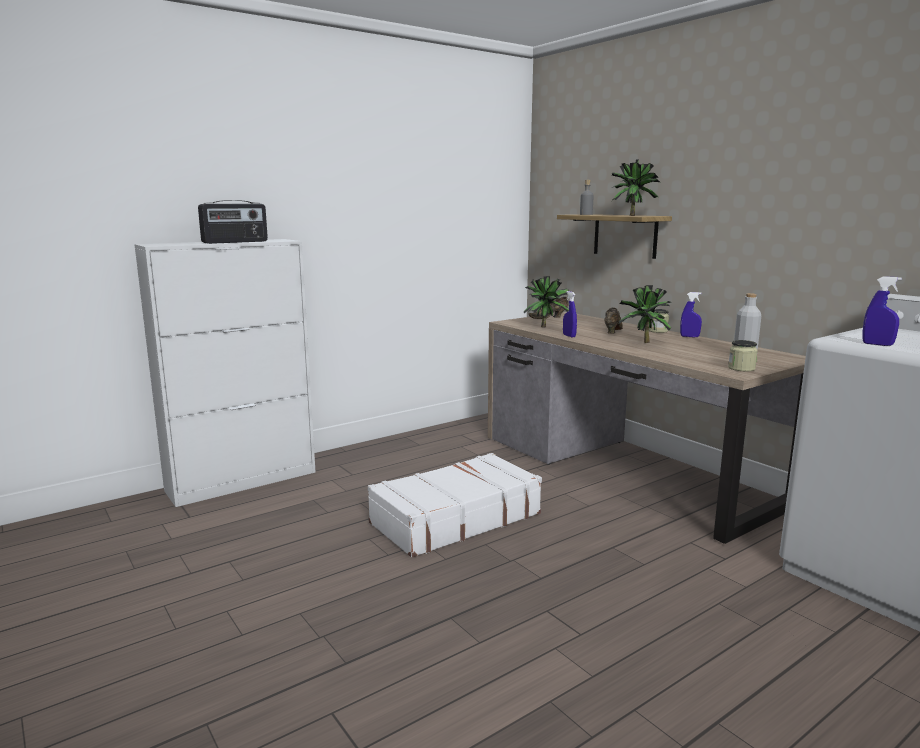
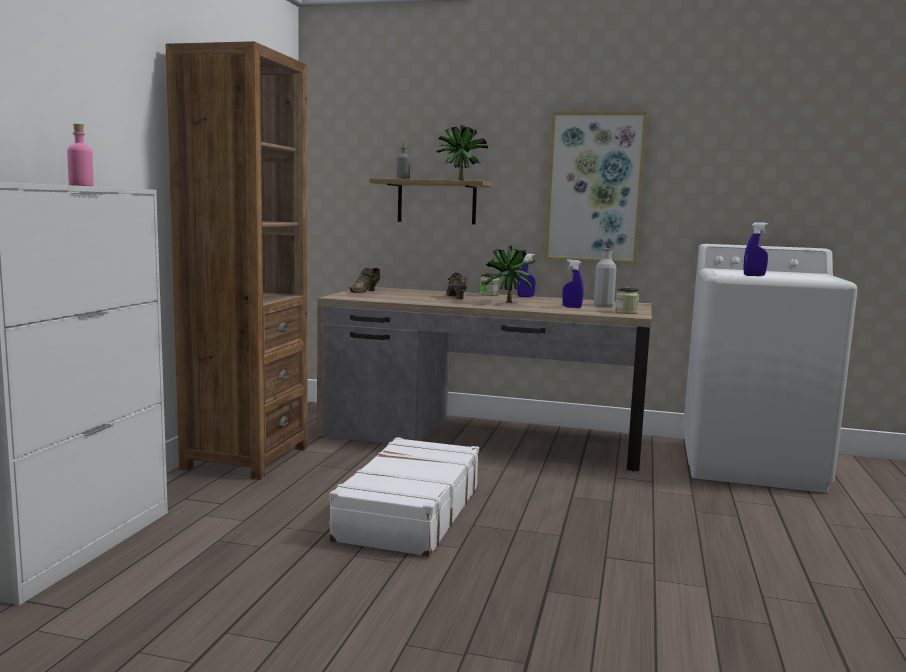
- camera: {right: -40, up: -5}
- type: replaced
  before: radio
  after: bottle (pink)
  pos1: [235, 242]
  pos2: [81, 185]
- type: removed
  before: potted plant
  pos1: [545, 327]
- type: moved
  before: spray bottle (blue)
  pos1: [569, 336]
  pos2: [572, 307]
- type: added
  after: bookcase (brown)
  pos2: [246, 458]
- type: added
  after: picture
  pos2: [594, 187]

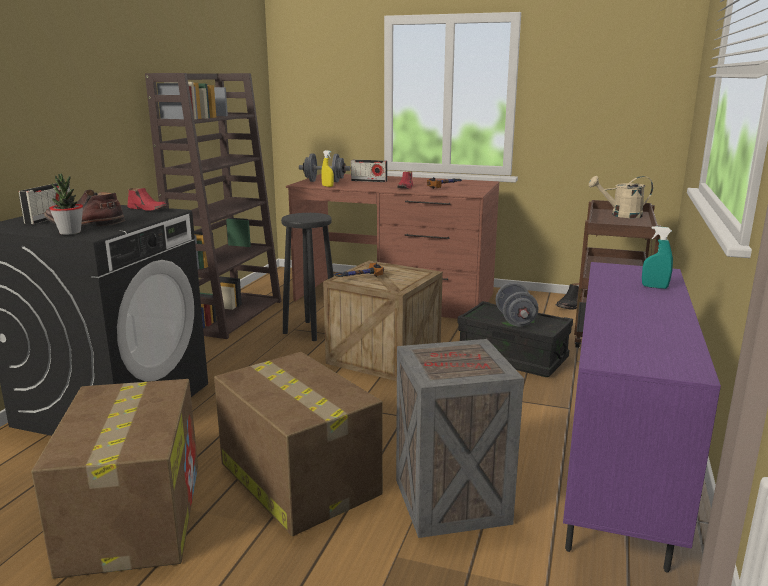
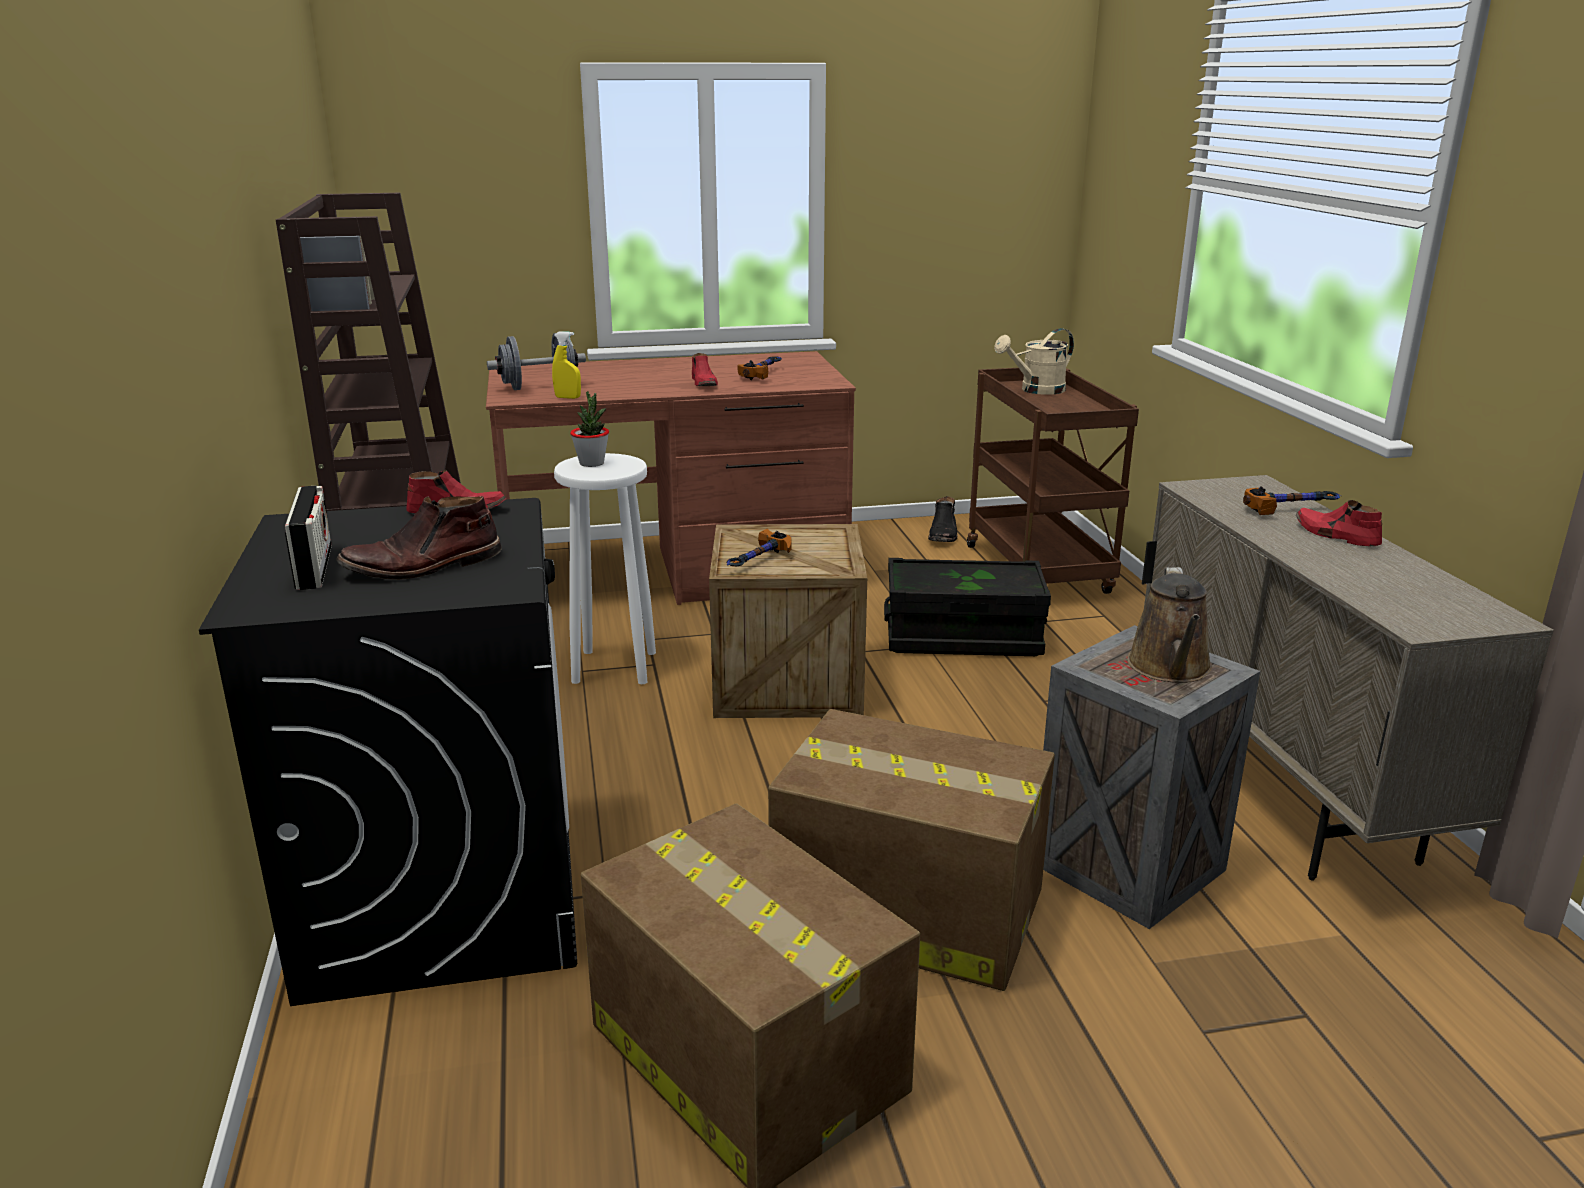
- camera: {right: -30, up: 5}
- type: moved
  before: potted plant
  pos1: [70, 233]
  pos2: [592, 463]
- type: recoloured
  before: stool (black)
  after: stool (white)
  pos1: [310, 330]
  pos2: [613, 667]
- type: removed
  before: radio
  pos1: [369, 181]
- type: removed
  before: dumbbell (grey)
  pos1: [515, 320]
- type: recoloured
  before: cabinet (purple)
  after: cabinet (beige)
  pos1: [615, 493]
  pos2: [1281, 791]
- type: replaced
  before: spray bottle (turquoise)
  after: hammer
  pos1: [654, 287]
  pos2: [1290, 509]
- type: added
  after: watering can (brown)
  pos2: [1170, 668]
- type: added
  after: shoe (red)
  pos2: [1335, 535]

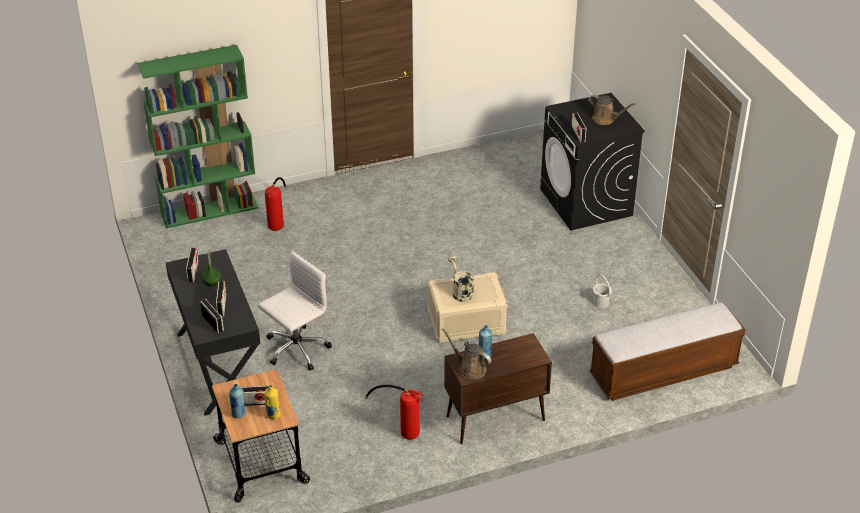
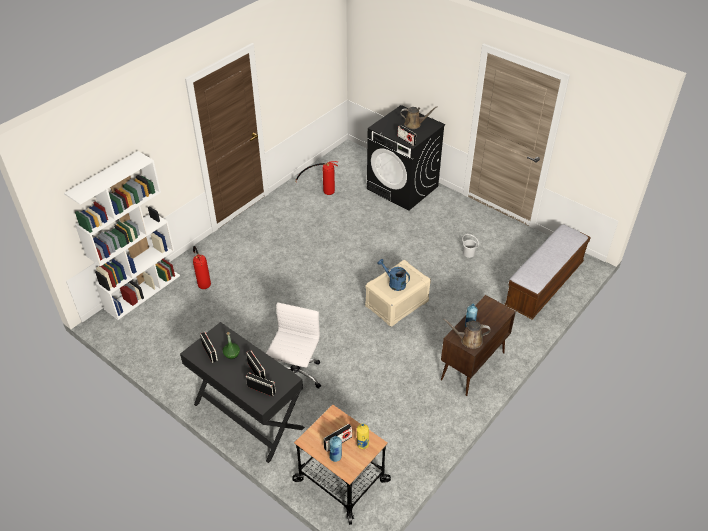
- camera: {right: -30, up: 5}
- type: recoloured
  before: bookcase (green)
  after: bookcase (white)
  pos1: [210, 210]
  pos2: [142, 291]
- type: moved
  before: fire extinguisher
  pos1: [401, 428]
  pos2: [322, 191]
- type: recoloured
  before: watering can (beige)
  after: watering can (blue)
  pos1: [461, 292]
  pos2: [394, 283]

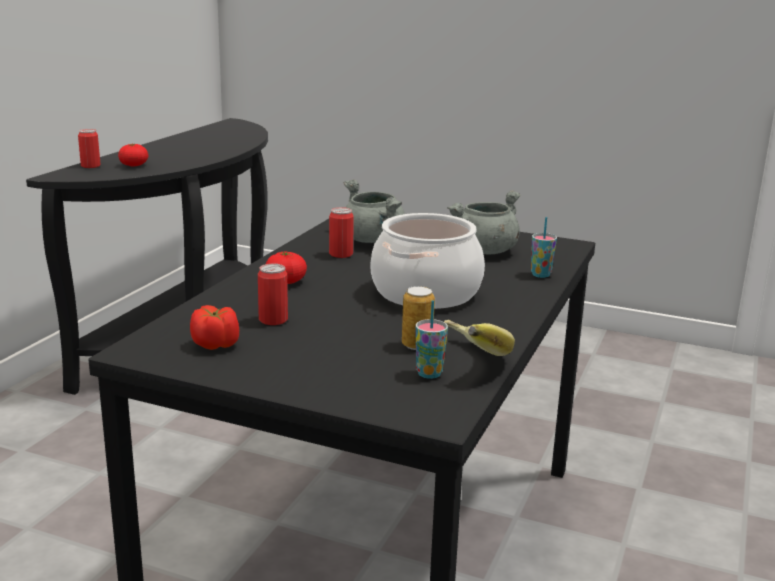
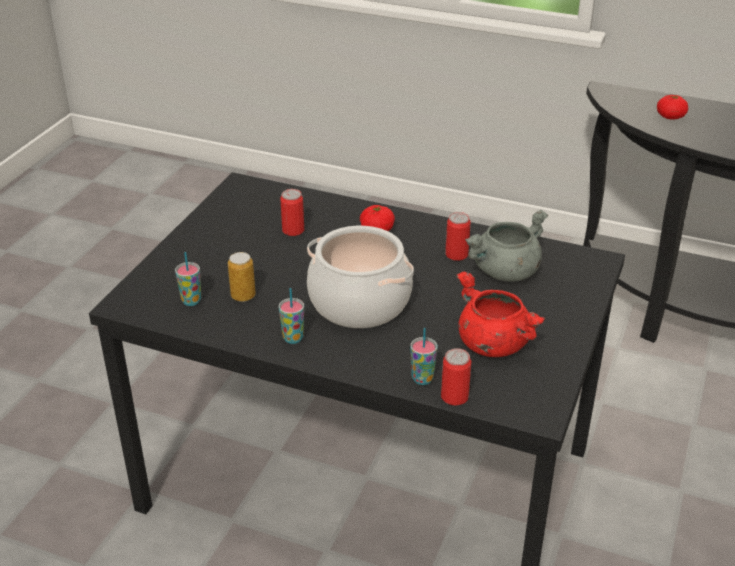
- camera: {right: 90, up: 15}
- type: moved
  before: can
  pos1: [90, 166]
  pos2: [454, 397]
- type: removed
  before: tomato
  pos1: [216, 345]
- type: removed
  before: banana
  pos1: [468, 359]
- type: recoloured
  before: cooking pot (grey)
  after: cooking pot (red)
  pos1: [484, 251]
  pos2: [492, 344]
- type: added
  after: cup
  pos2: [293, 338]

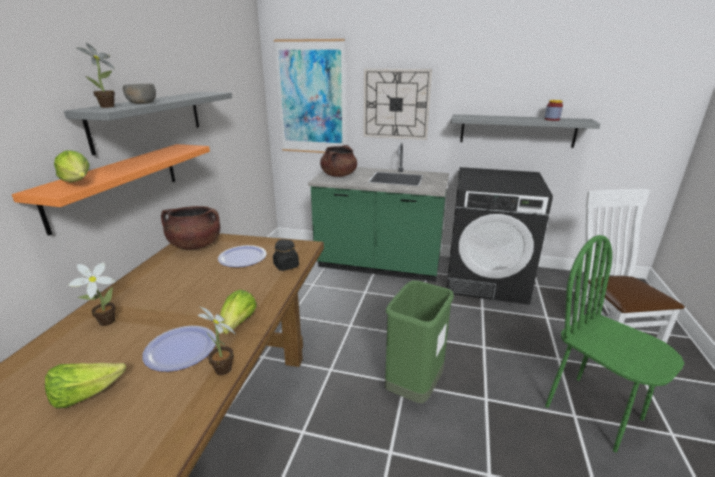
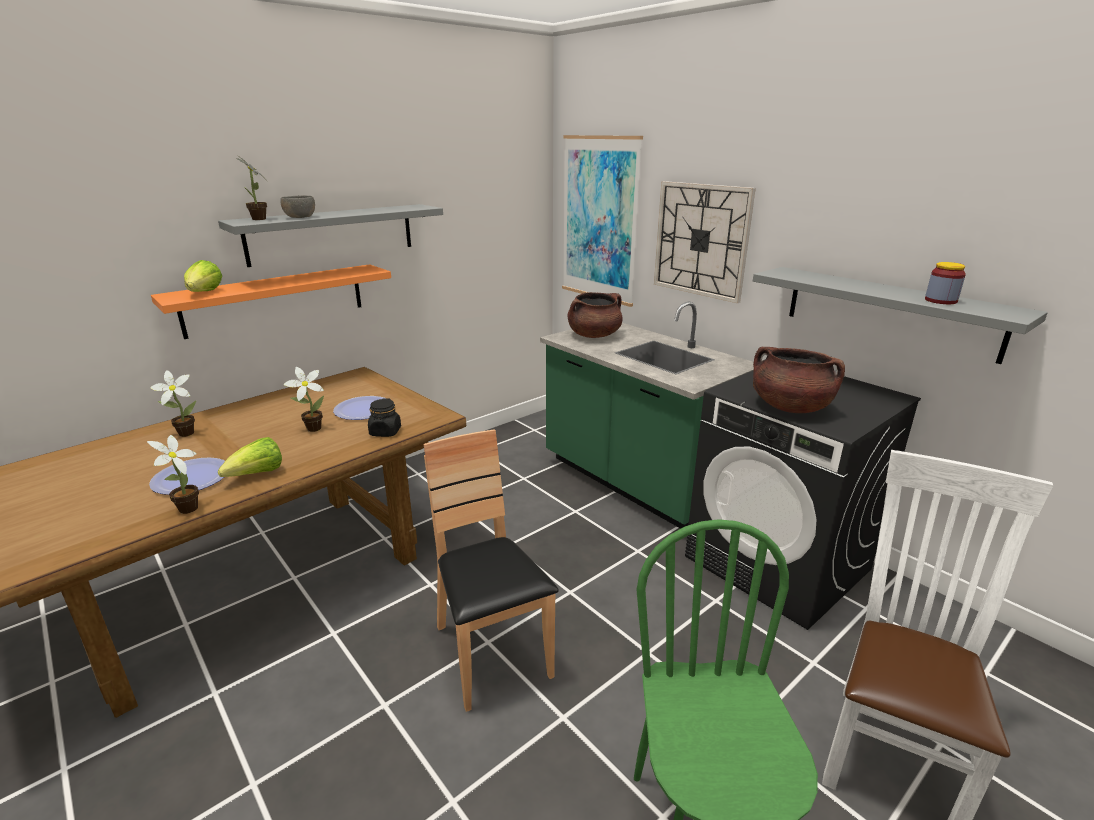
- camera: {right: 35, up: 0}
- type: removed
  before: lettuce
  pos1: [86, 395]
- type: moved
  before: cooking pot (brown)
  pos1: [195, 245]
  pos2: [790, 407]
- type: replaced
  before: trash can (green)
  after: chair (brown)
  pos1: [413, 388]
  pos2: [491, 653]
- type: added
  after: potted plant
  pos2: [311, 429]

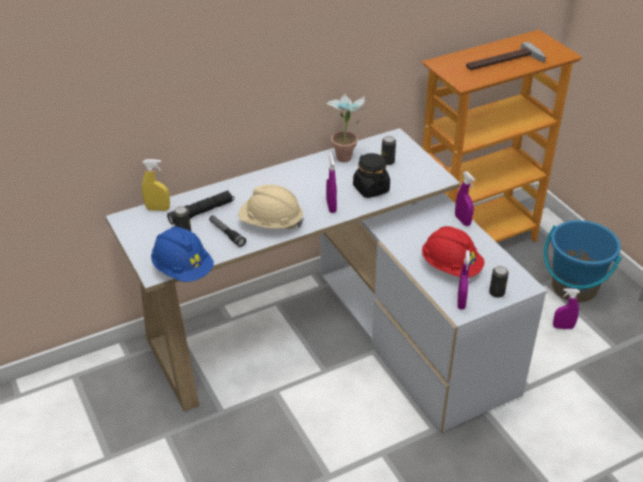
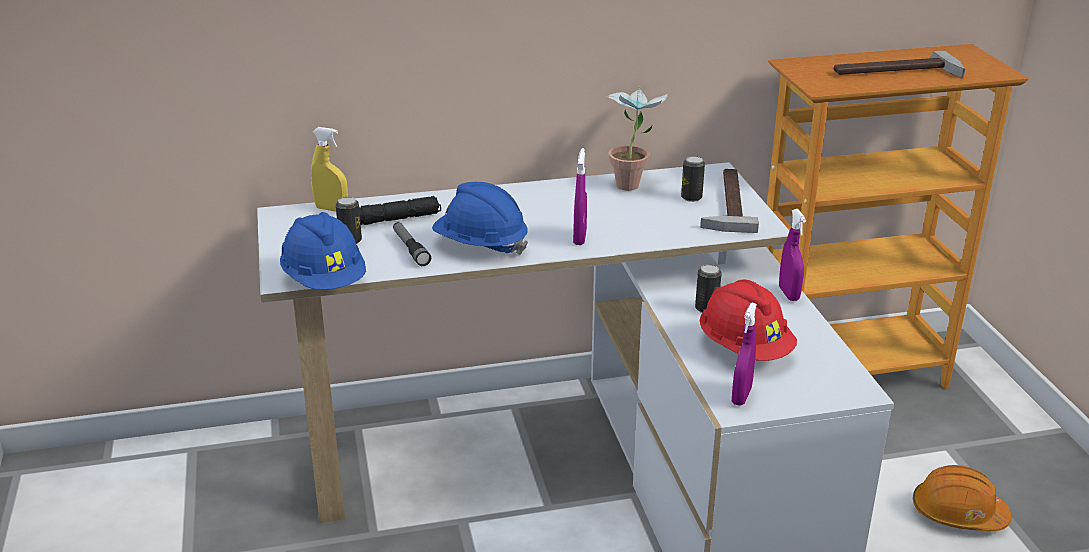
- camera: {right: 15, up: -10}
- type: recoloured
  before: hard hat (beige)
  after: hard hat (blue)
  pos1: [271, 223]
  pos2: [480, 245]
- type: removed
  before: jar (black)
  pos1: [371, 189]
- type: moved
  before: can
  pos1: [496, 293]
  pos2: [706, 308]
- type: removed
  before: bucket (blue)
  pos1: [574, 287]
- type: replaced
  before: spray bottle (purple)
  after: hard hat (orange)
  pos1: [563, 327]
  pos2: [957, 514]
- type: added
  after: hammer
  pos2: [726, 202]

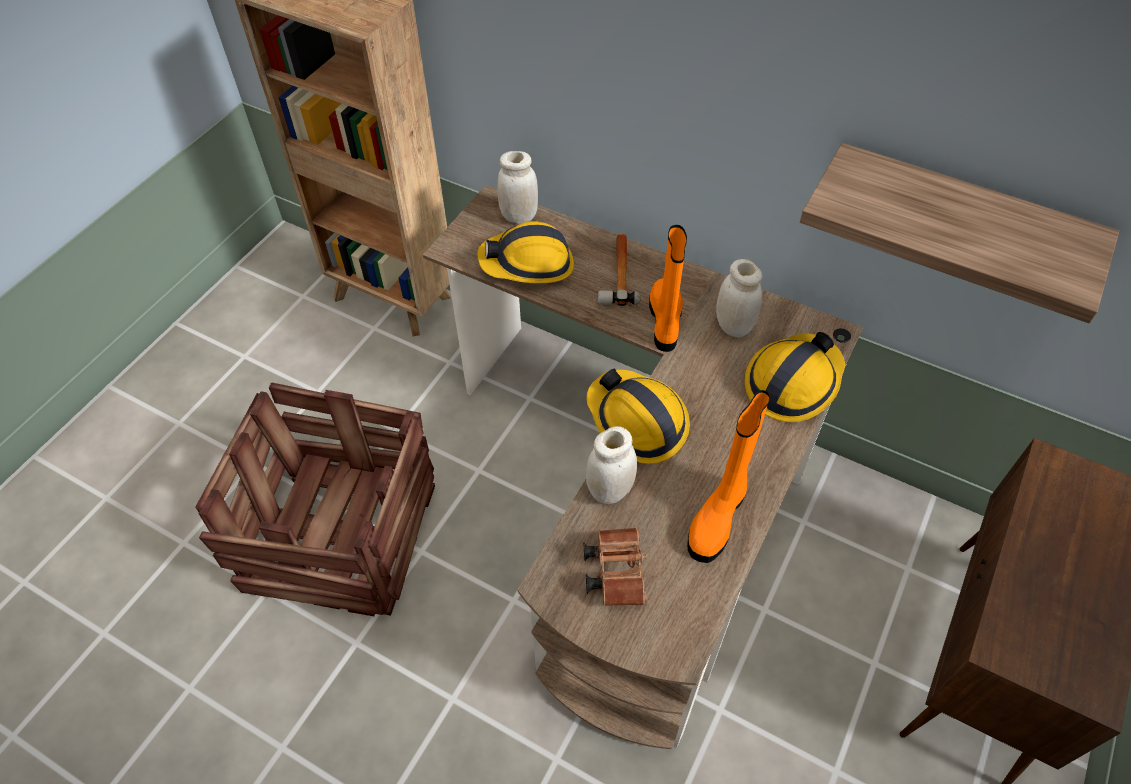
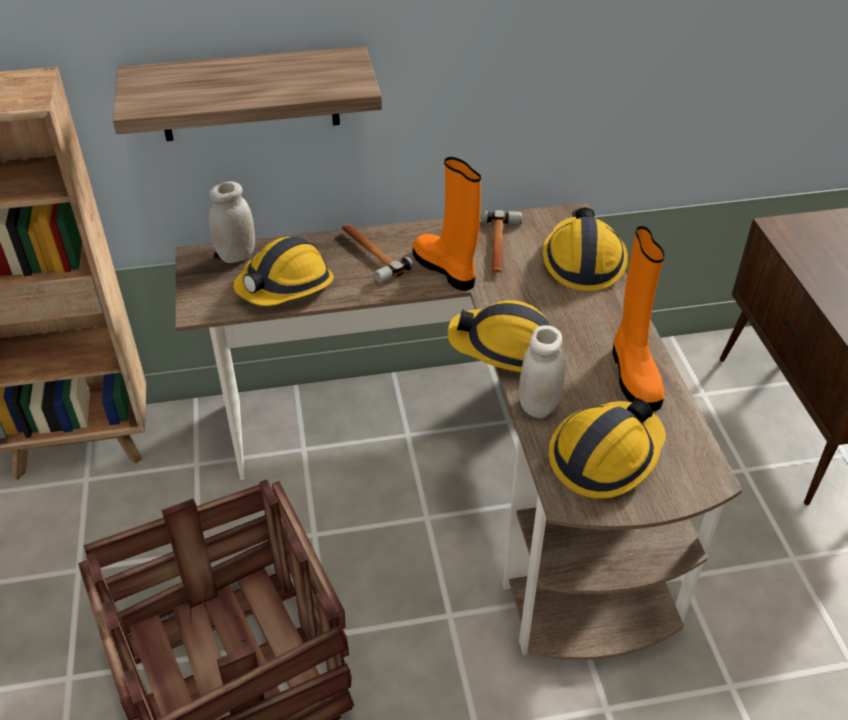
- camera: {right: -40, up: -10}
- type: replaced
  before: binoculars (brown)
  after: hard hat
  pos1: [615, 570]
  pos2: [605, 456]
- type: replaced
  before: jar (white)
  after: hammer
  pos1: [733, 326]
  pos2: [500, 246]
- type: moved
  before: shelf
  pos1: [958, 219]
  pos2: [249, 94]

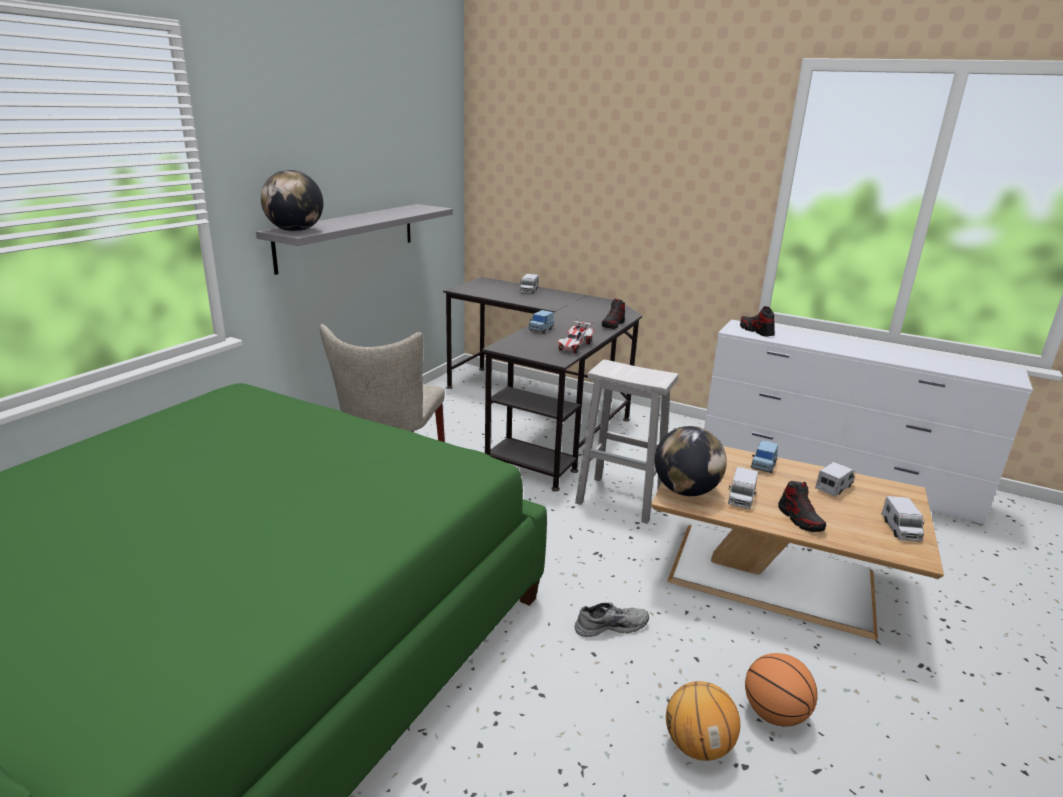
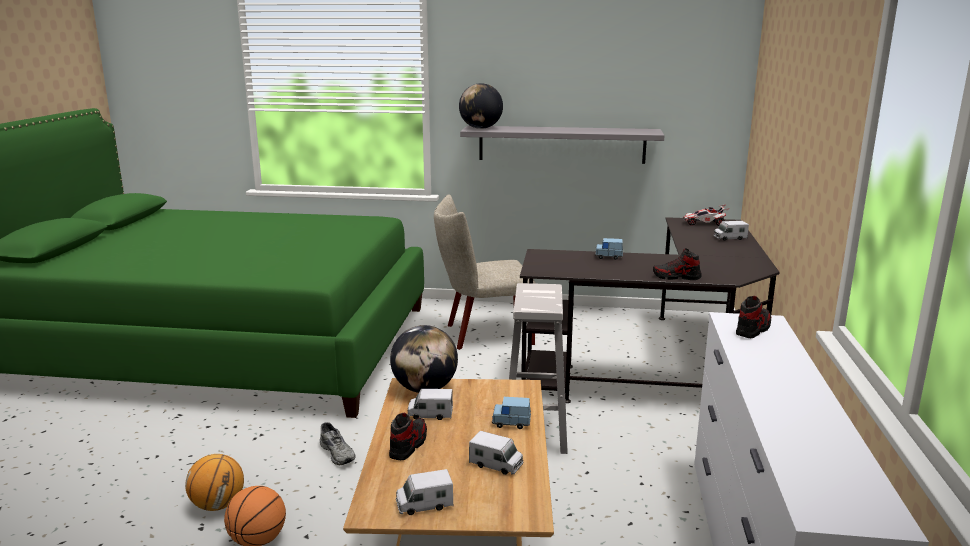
- camera: {right: 70, up: -5}
- type: moved
  before: toy car
  pos1: [575, 347]
  pos2: [704, 224]
- type: turned
  before: shoe
  pos1: [800, 519]
  pos2: [408, 445]
  turn: 150

